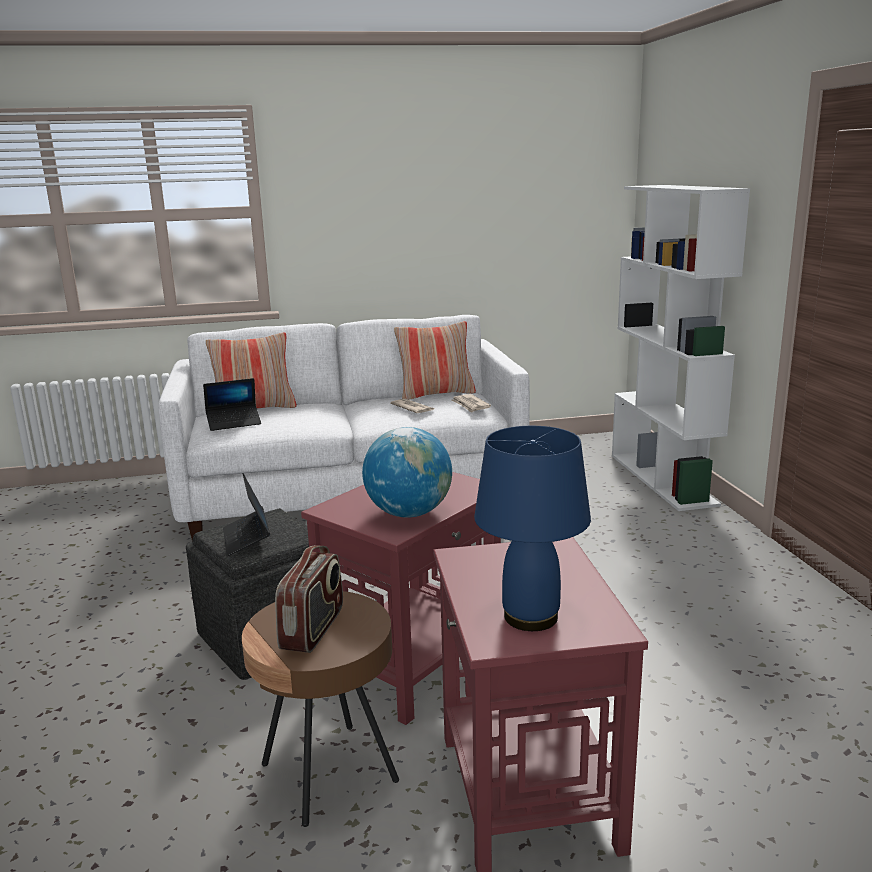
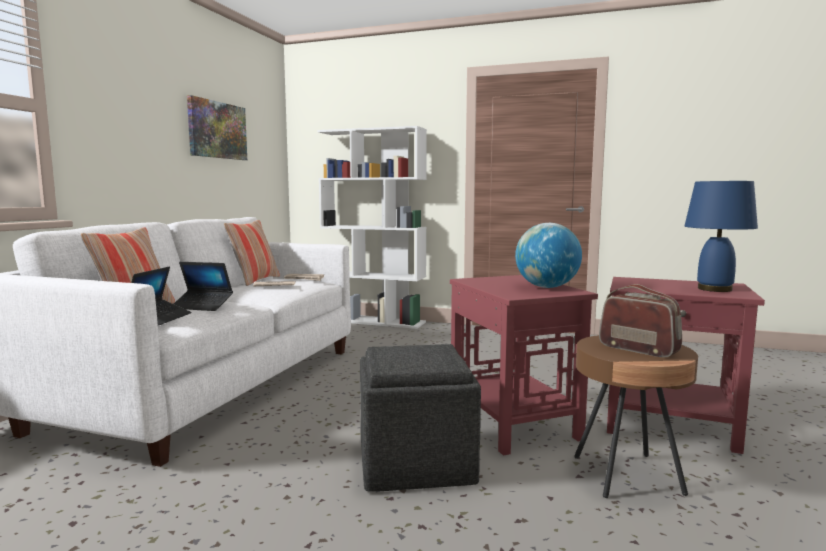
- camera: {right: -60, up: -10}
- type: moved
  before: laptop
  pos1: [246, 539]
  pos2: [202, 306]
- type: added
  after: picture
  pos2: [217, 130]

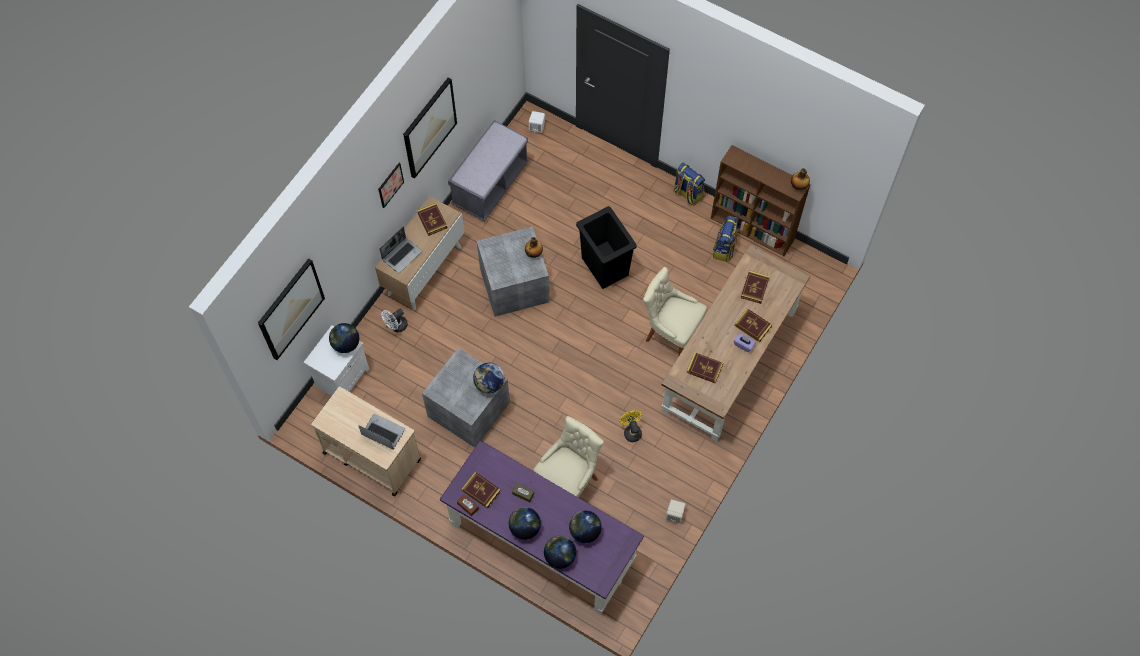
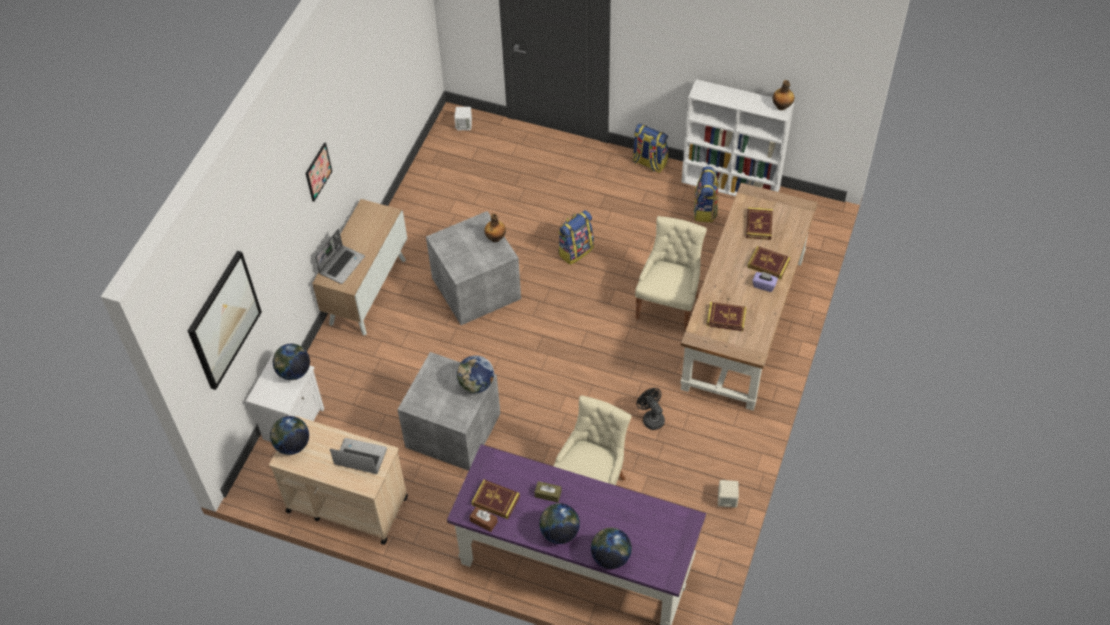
- camera: {right: -10, up: -10}
- type: removed
  before: fan (white)
  pos1: [396, 326]
- type: removed
  before: picture
  pos1: [429, 127]
- type: removed
  before: book
  pos1: [432, 220]
- type: removed
  before: bench (grey)
  pos1: [490, 185]
- type: moved
  before: globe
  pos1: [585, 531]
  pos2: [292, 445]
- type: replaced
  before: trash can (black)
  after: backpack
  pos1: [605, 266]
  pos2: [575, 250]
- type: recoloured
  before: fan (yellow)
  after: fan (black)
  pos1: [631, 431]
  pos2: [651, 418]
- type: turned
  before: chair (beige)
  pos1: [671, 332]
  pos2: [669, 305]
  turn: 90
- type: recoloured
  before: bookcase (brown)
  after: bookcase (white)
  pos1: [753, 229]
  pos2: [731, 185]

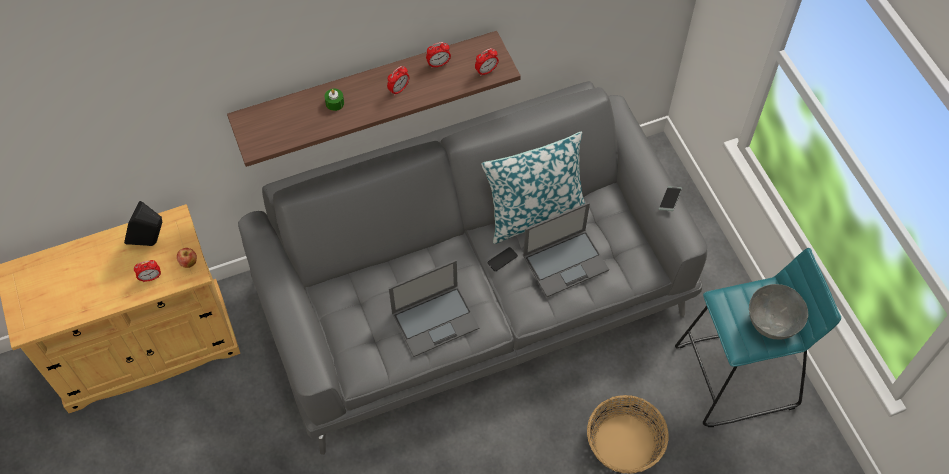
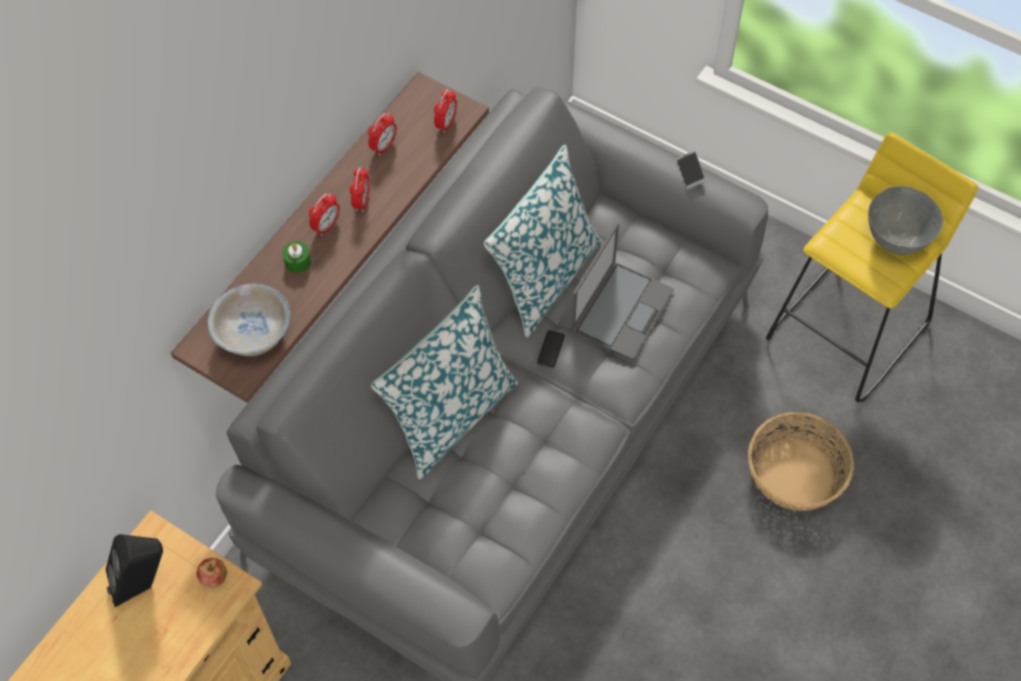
- camera: {right: -35, up: 0}
- type: moved
  before: alarm clock
  pos1: [151, 277]
  pos2: [326, 226]
- type: removed
  before: laptop
  pos1: [436, 320]
- type: recoloured
  before: stool (turquoise)
  after: stool (yellow)
  pos1: [737, 376]
  pos2: [848, 331]
- type: added
  after: bowl (white)
  pos2: [254, 334]
- type: added
  after: pillow
  pos2: [451, 415]

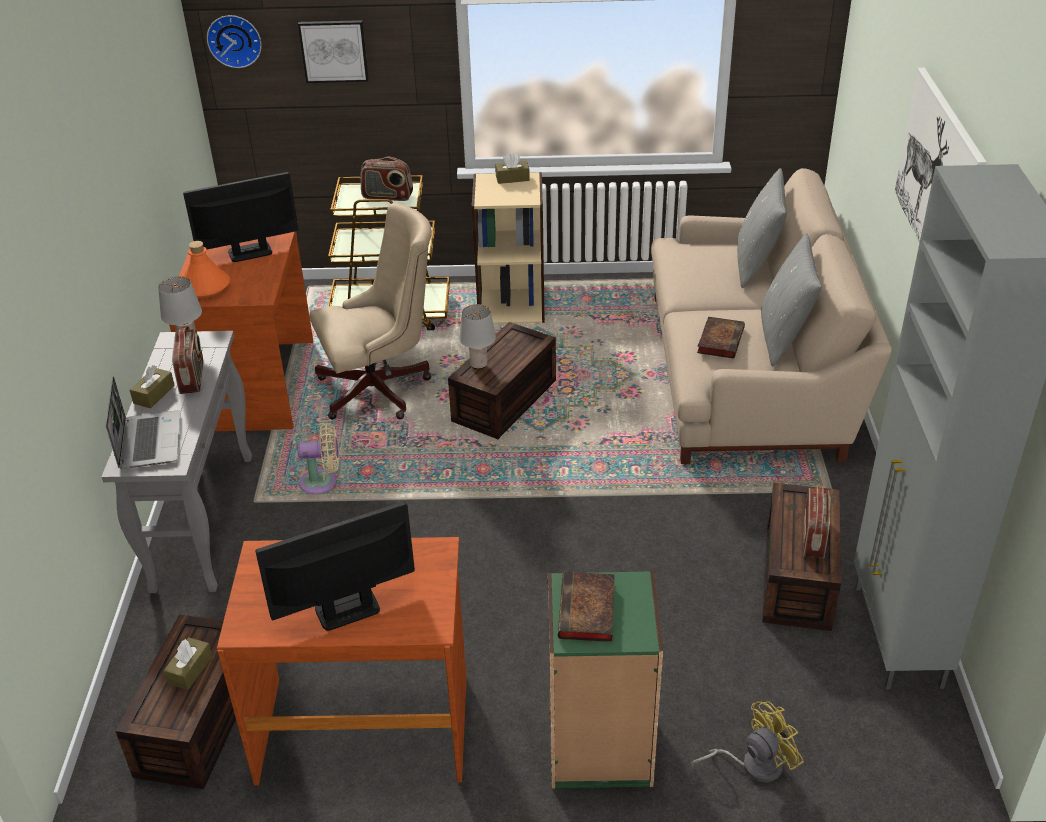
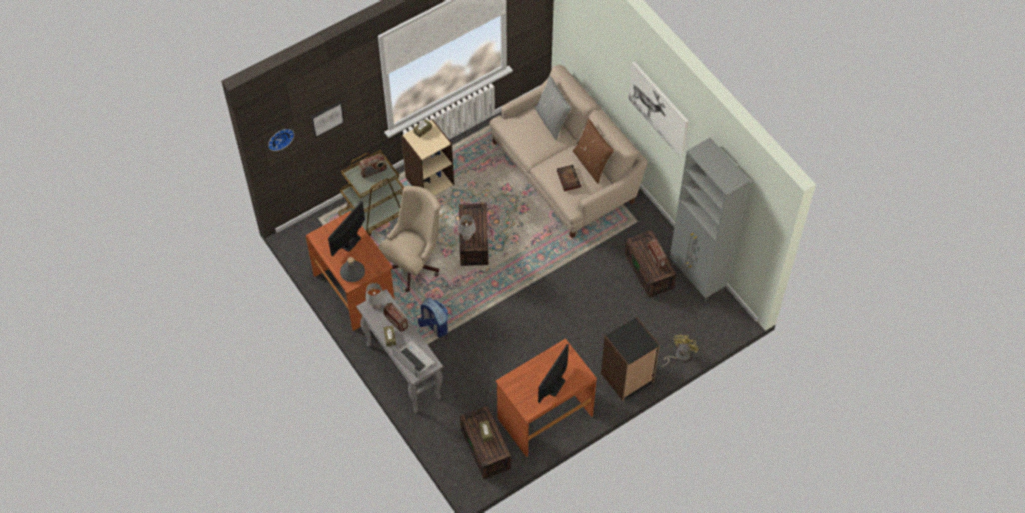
- camera: {right: -35, up: 20}
- type: recoloured
  before: bottle (orange)
  after: bottle (grey)
  pos1: [205, 287]
  pos2: [352, 272]
- type: replaced
  before: fan (beige)
  after: backpack
  pos1: [322, 482]
  pos2: [434, 326]
- type: recoloured
  before: bookcase (green)
  after: bookcase (black)
  pos1: [599, 747]
  pos2: [627, 378]
- type: removed
  before: book
  pos1: [587, 612]
- type: recoloured
  before: pillow (grey)
  after: pillow (brown)
  pos1: [783, 338]
  pos2: [591, 163]

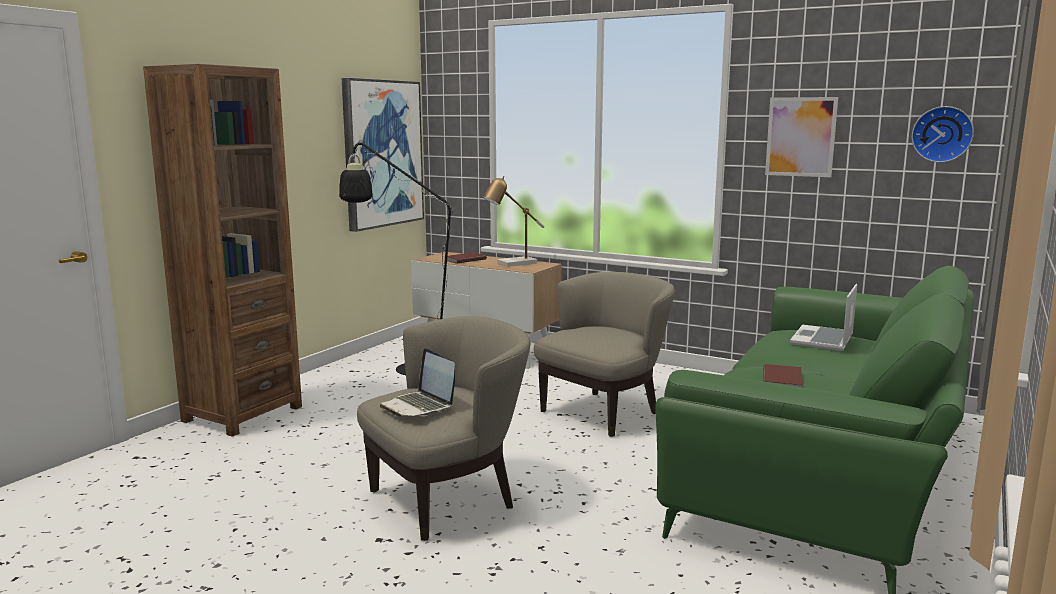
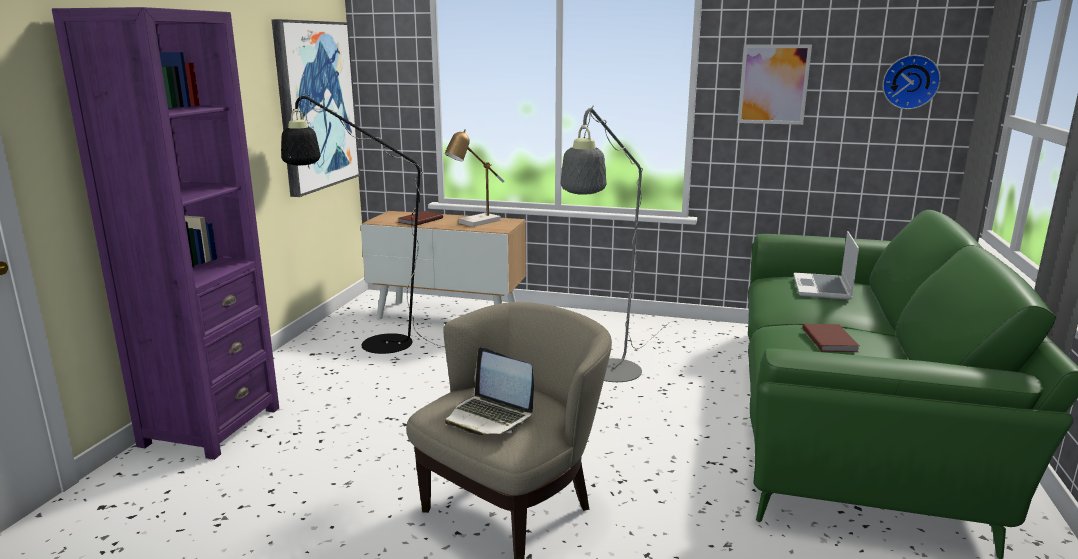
- camera: {right: -15, up: 5}
- type: recoloured
  before: bookcase (brown)
  after: bookcase (purple)
  pos1: [242, 414]
  pos2: [211, 426]
- type: replaced
  before: armchair (beige)
  after: floor lamp (grey)
  pos1: [603, 412]
  pos2: [608, 376]

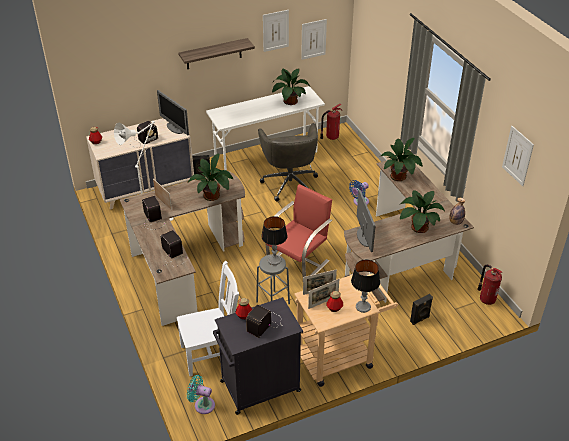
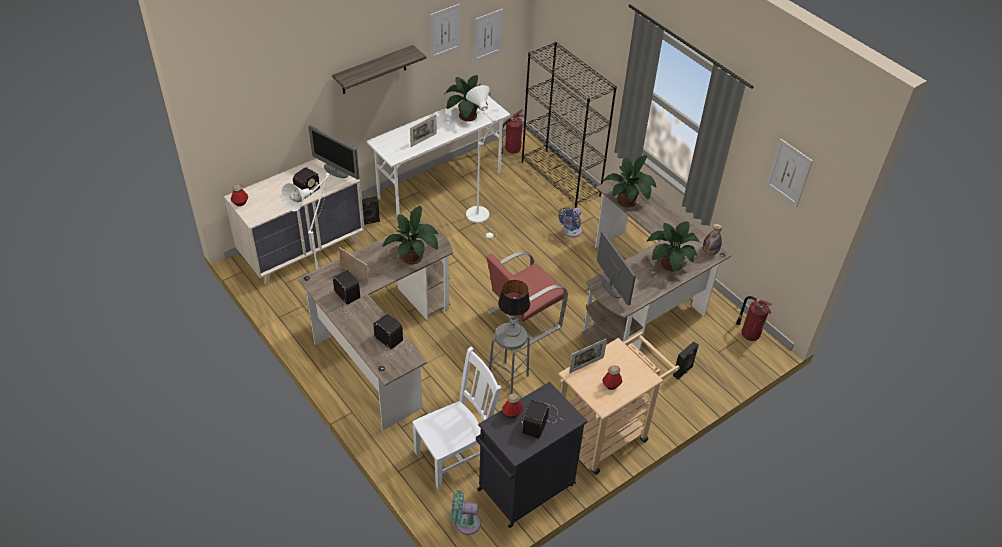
- camera: {right: -15, up: 5}
- type: replaced
  before: office chair (grey)
  after: floor lamp (white)
  pos1: [290, 183]
  pos2: [480, 218]
- type: turned
  before: chair (red)
  pos1: [299, 261]
  pos2: [523, 320]
  turn: -150
- type: moved
  before: picture frame
  pos1: [323, 302]
  pos2: [423, 140]
- type: removed
  before: table lamp
  pos1: [363, 307]
- type: added
  after: bookcase (black)
  pos2: [561, 178]

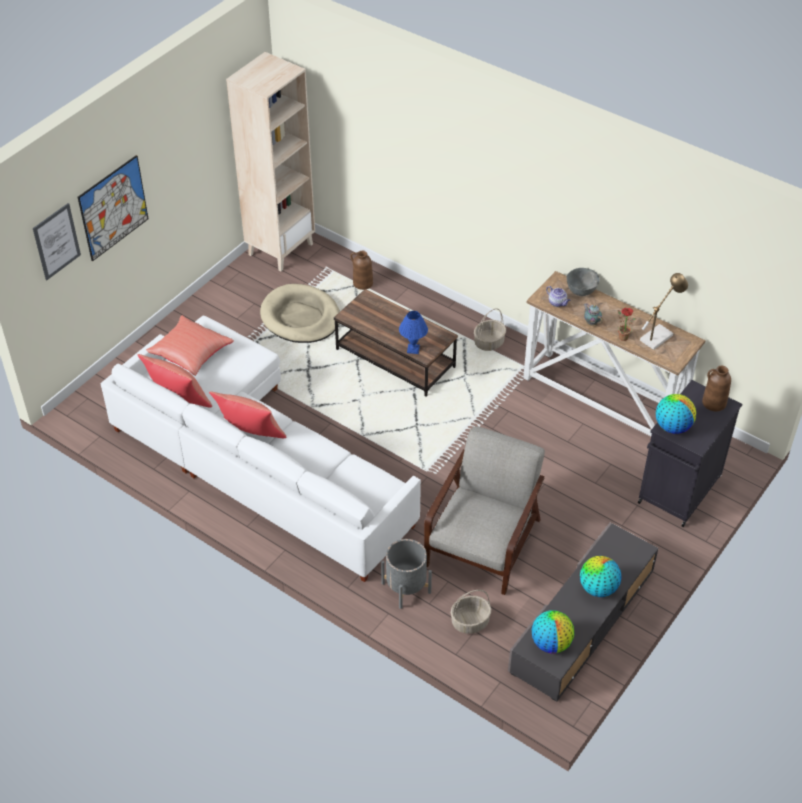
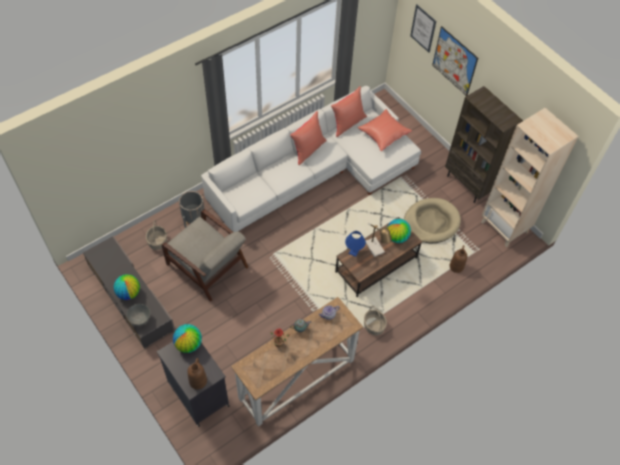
- camera: {right: 105, up: 10}
- type: moved
  before: globe
  pos1: [551, 643]
  pos2: [397, 237]
- type: moved
  before: bowl (grey)
  pos1: [581, 291]
  pos2: [140, 319]
- type: moved
  before: table lamp
  pos1: [658, 335]
  pos2: [376, 249]
- type: added
  after: bookcase (brown)
  pos2: [468, 185]

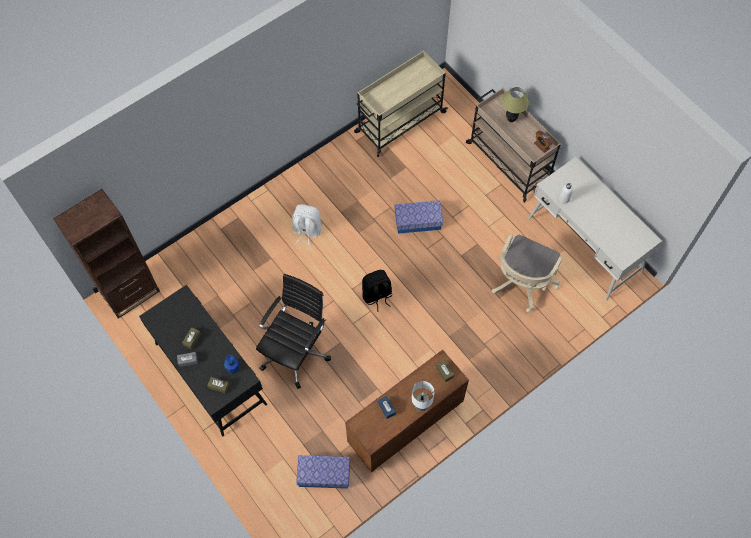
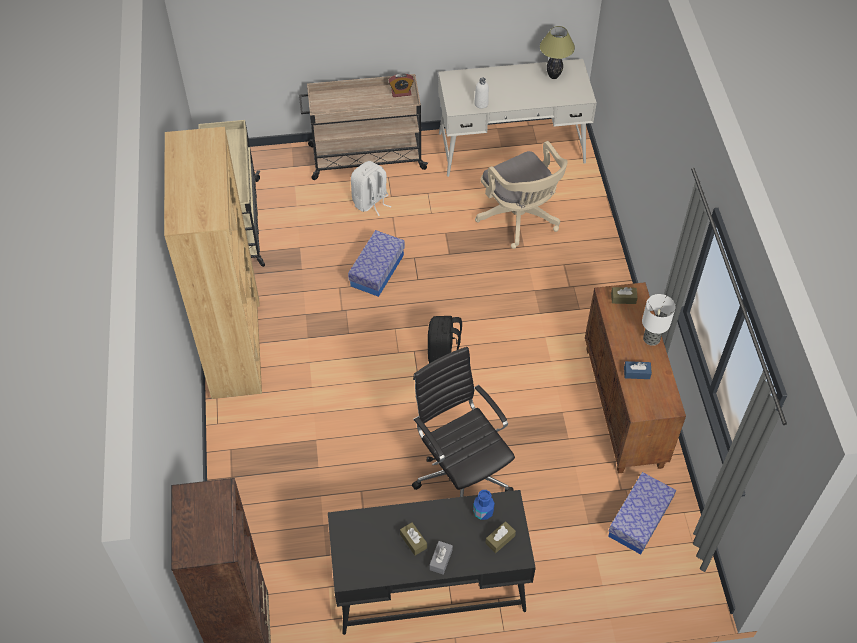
- camera: {right: -60, up: -10}
- type: moved
  before: backpack (white)
  pos1: [307, 231]
  pos2: [371, 202]
- type: moved
  before: table lamp
  pos1: [511, 119]
  pos2: [553, 76]
- type: added
  after: bookcase (brown)
  pos2: [236, 347]

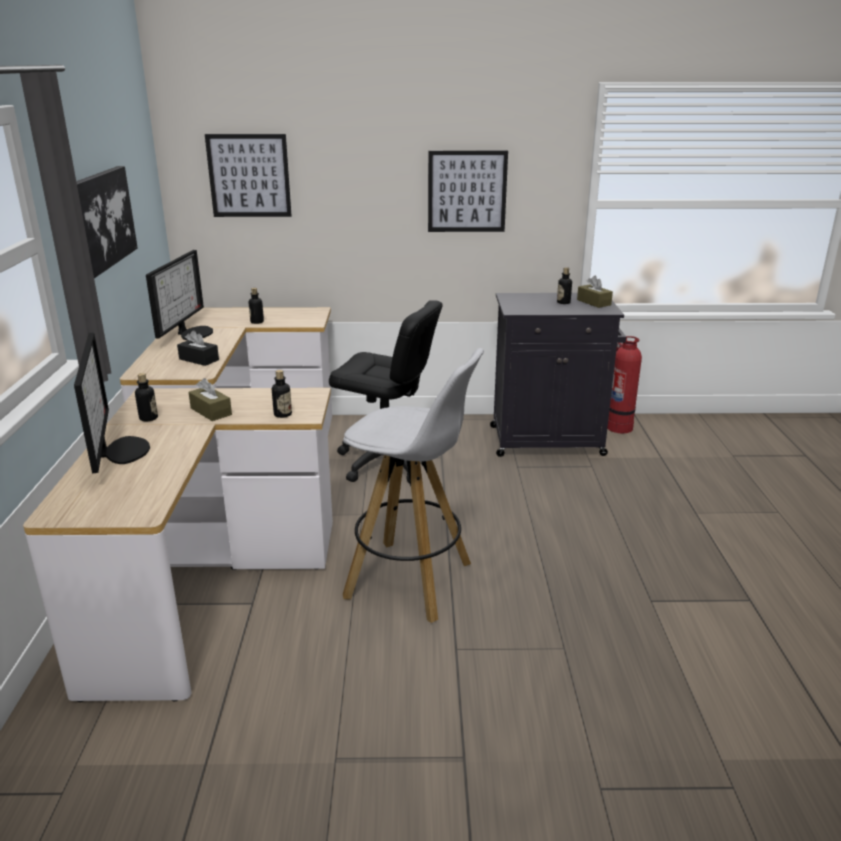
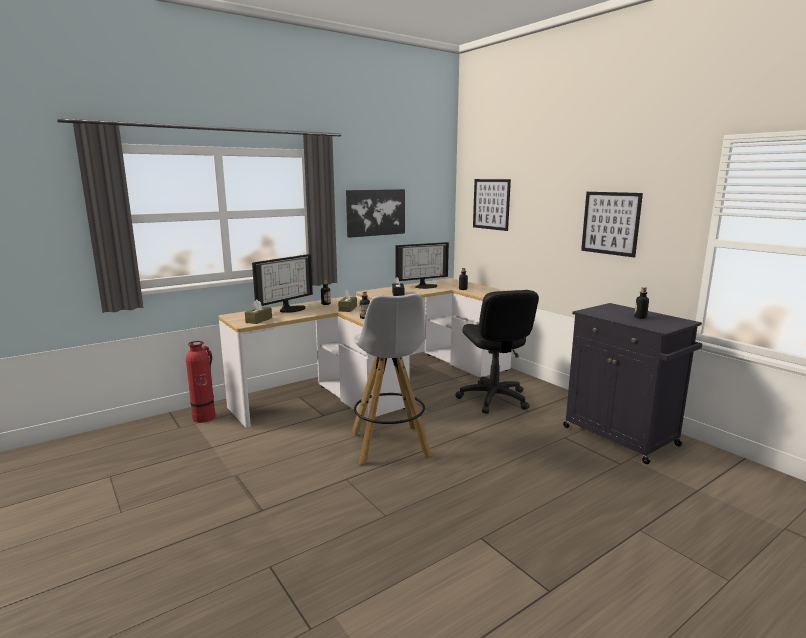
- camera: {right: 55, up: -10}
- type: moved
  before: tissue box (brown)
  pos1: [593, 302]
  pos2: [259, 320]
- type: moved
  before: fire extinguisher
  pos1: [619, 427]
  pos2: [204, 417]

